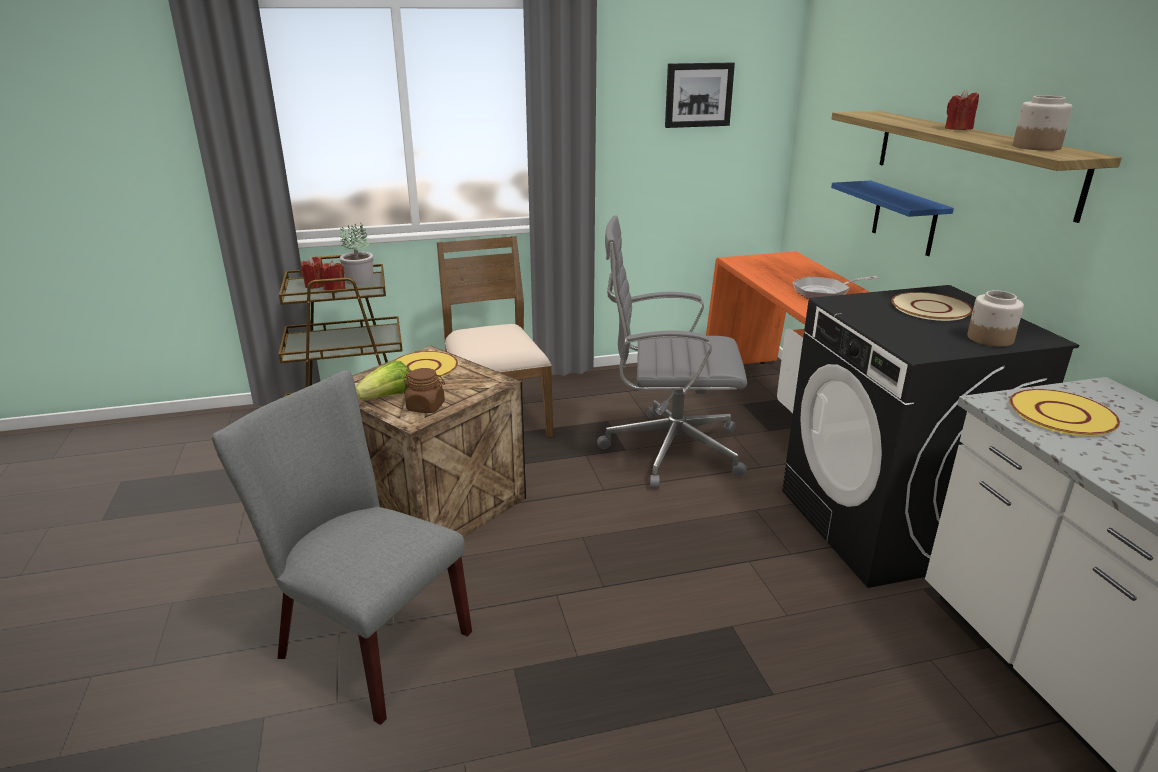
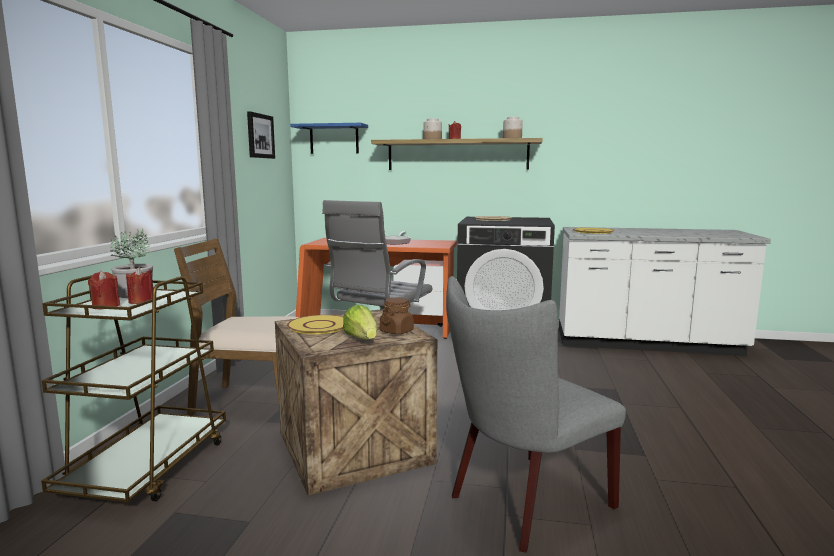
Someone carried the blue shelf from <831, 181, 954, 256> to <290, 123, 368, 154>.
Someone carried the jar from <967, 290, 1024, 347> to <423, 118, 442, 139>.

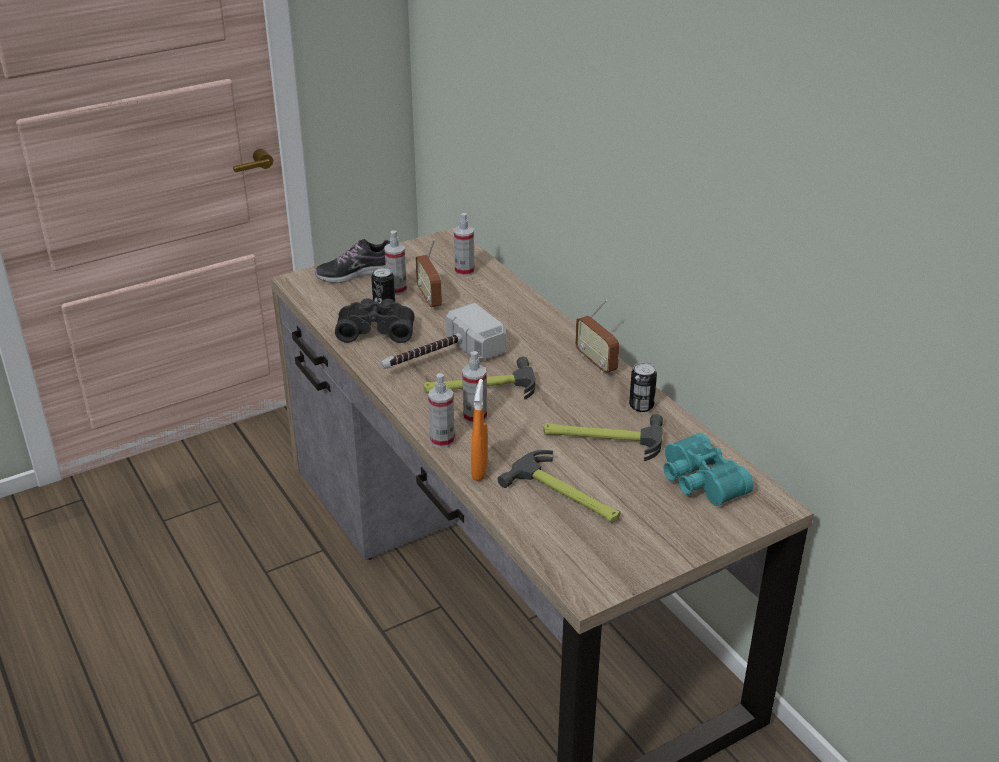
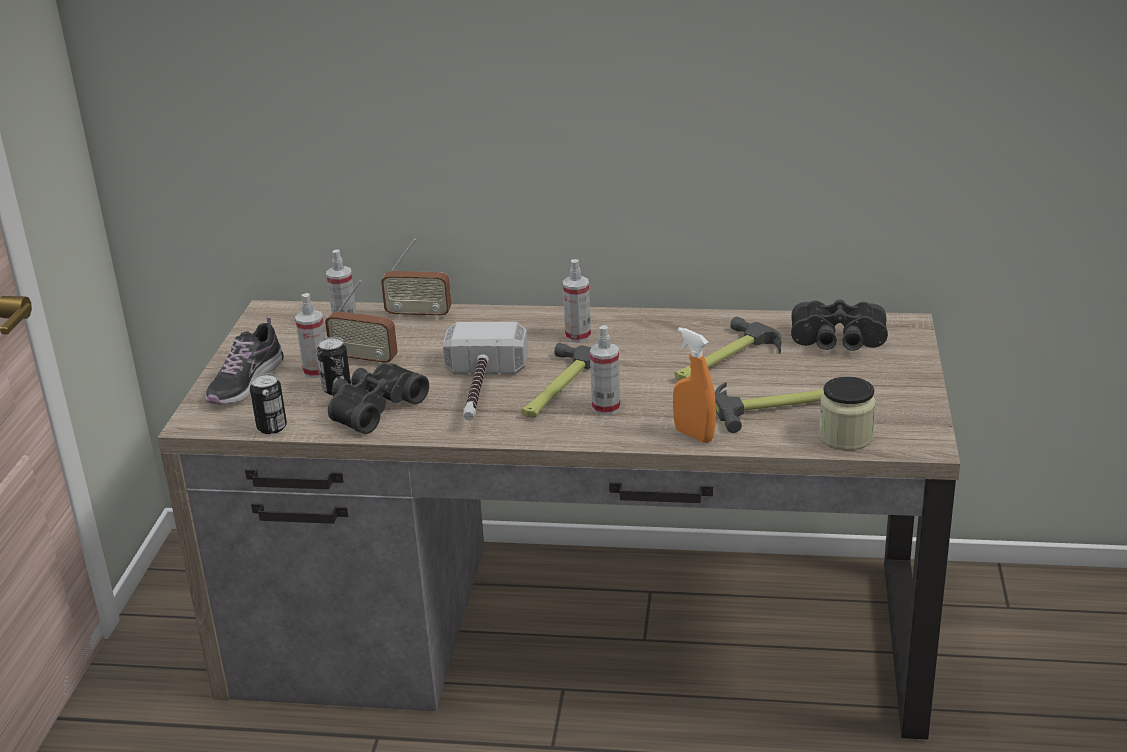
Someone put down the jar at <819, 377, 876, 450>.
Someone carried the spray bottle from <428, 373, 455, 448> to <563, 259, 591, 342>.
Someone carried the radio from <575, 299, 619, 374> to <381, 239, 451, 320>.
Someone carried the can from <629, 362, 657, 412> to <250, 374, 287, 434>.
Someone repainted the turquoise binoculars at <663, 433, 753, 506>, which became the black binoculars at <791, 300, 888, 351>.

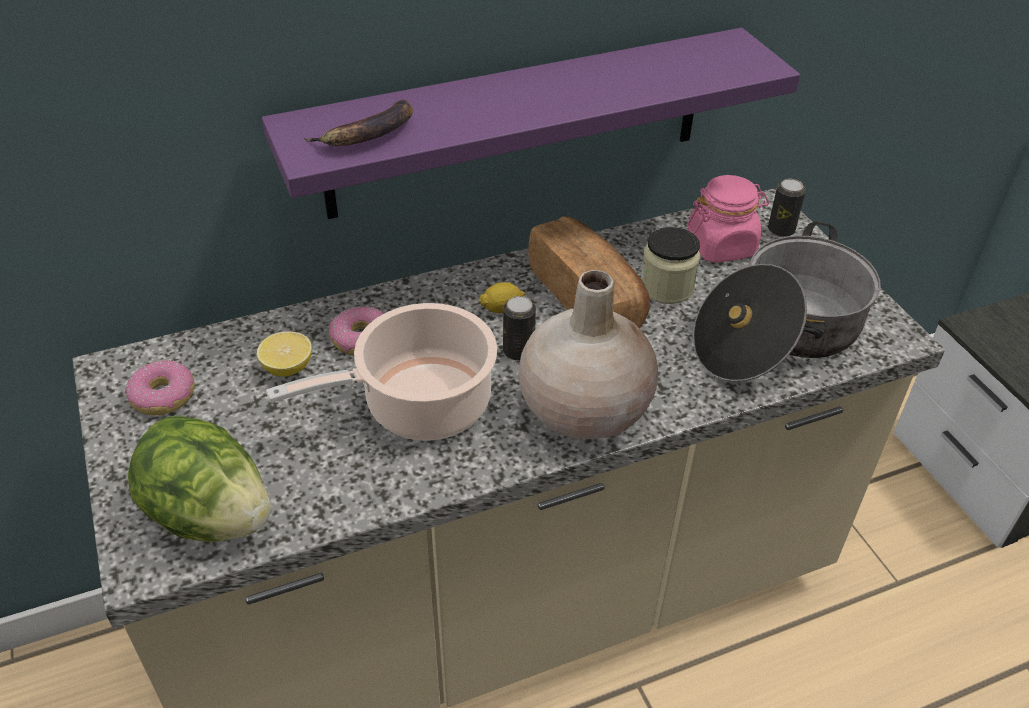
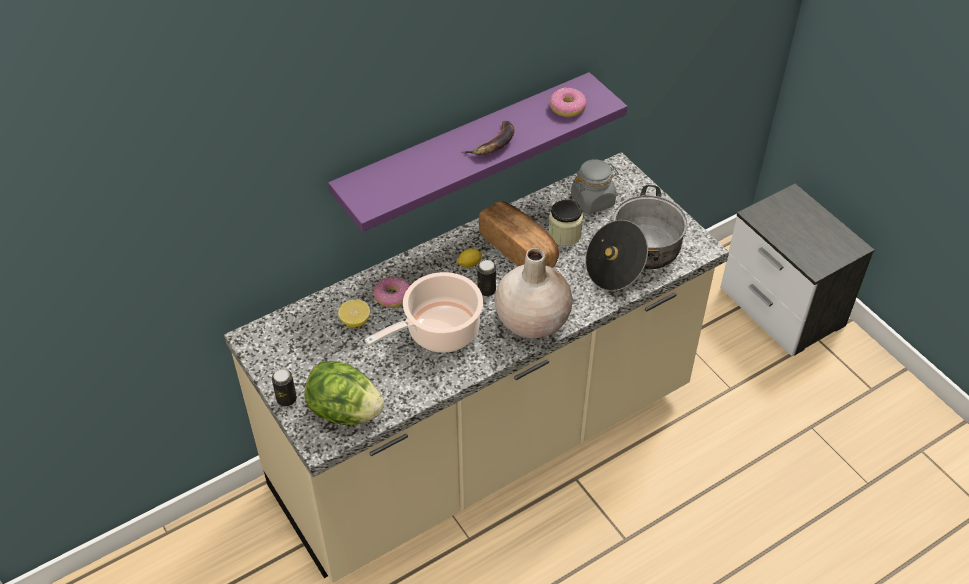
Someone carried the donut from <125, 360, 195, 416> to <550, 87, 587, 117>.
Someone carried the banana from <304, 100, 413, 146> to <462, 121, 515, 155>.
Someone carried the can from <768, 179, 806, 237> to <272, 369, 297, 407>.
Someone repainted the pink jar at <687, 175, 769, 263>, which became the grey jar at <571, 159, 619, 214>.

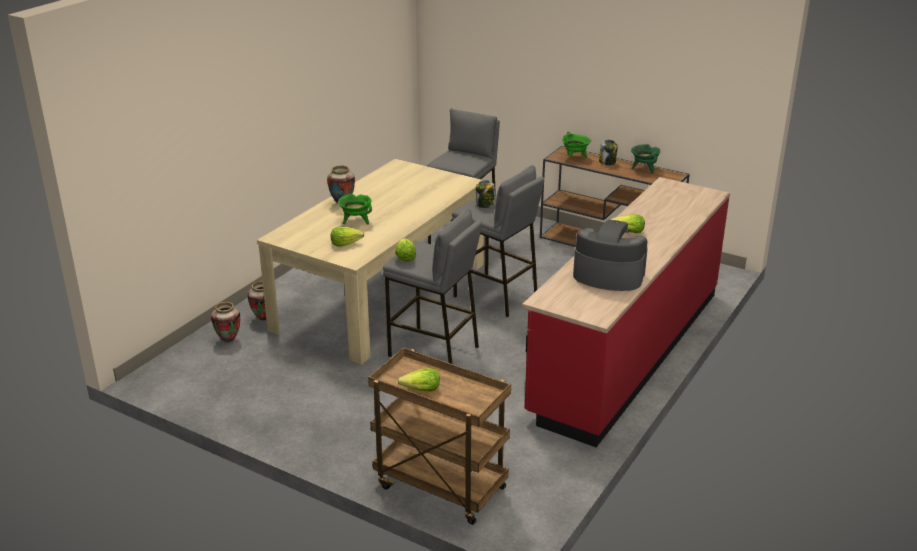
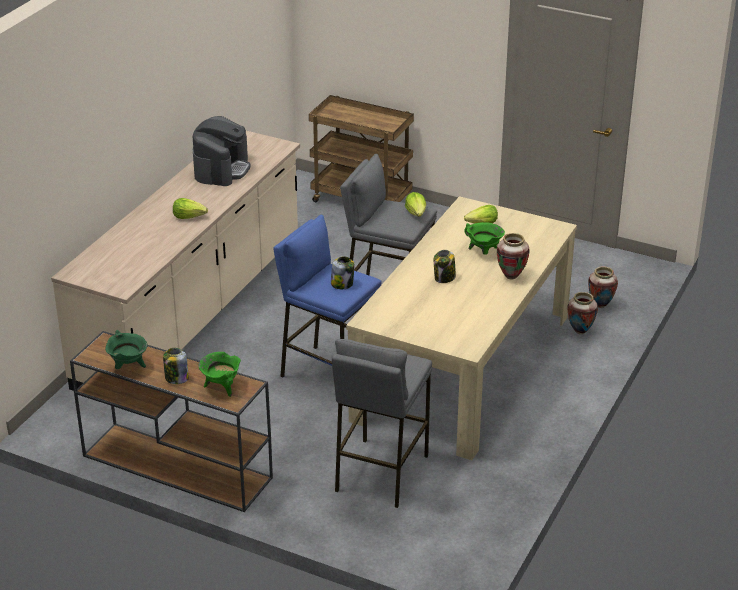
Someone took away the lettuce at <398, 368, 440, 392>.
Someone put down the jar at <434, 250, 456, 283>.
Someone repainted the grey stool at <452, 165, 544, 317>, which became the blue stool at <273, 215, 382, 378>.
Someone repainted the red counter at <522, 177, 730, 447>, which became the beige counter at <51, 131, 300, 391>.
Someone rotated the coffee machine at <573, 220, 648, 291> by 90 degrees counterclockwise.

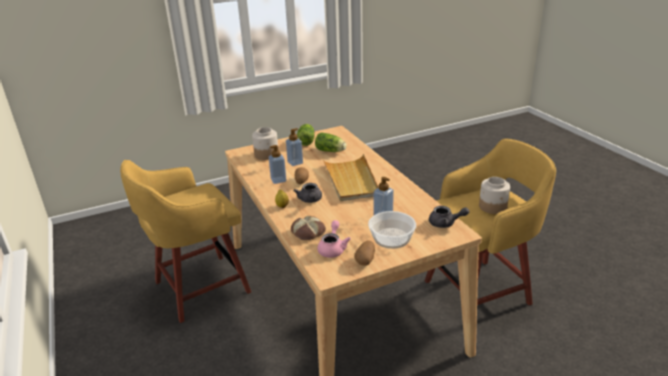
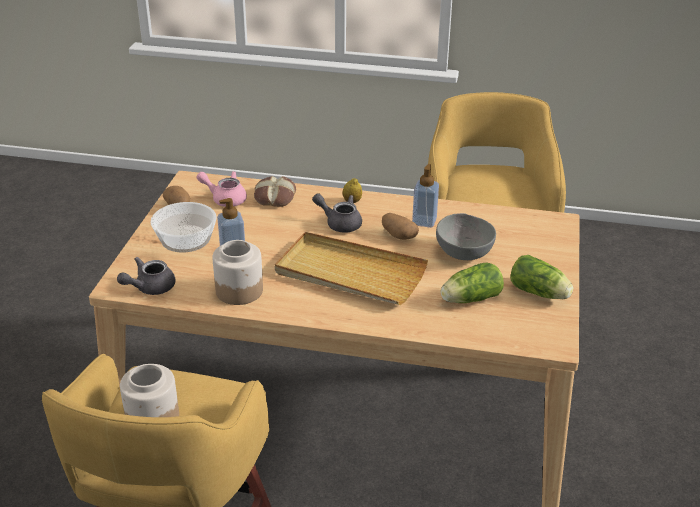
Someone carried the jar from <252, 127, 278, 160> to <212, 240, 263, 305>.
Someone swapped the soap dispenser at <286, 128, 303, 166> for the grey bowl at <436, 213, 496, 260>.
Someone rotated the pink teapot at <317, 220, 351, 258> by 150 degrees clockwise.

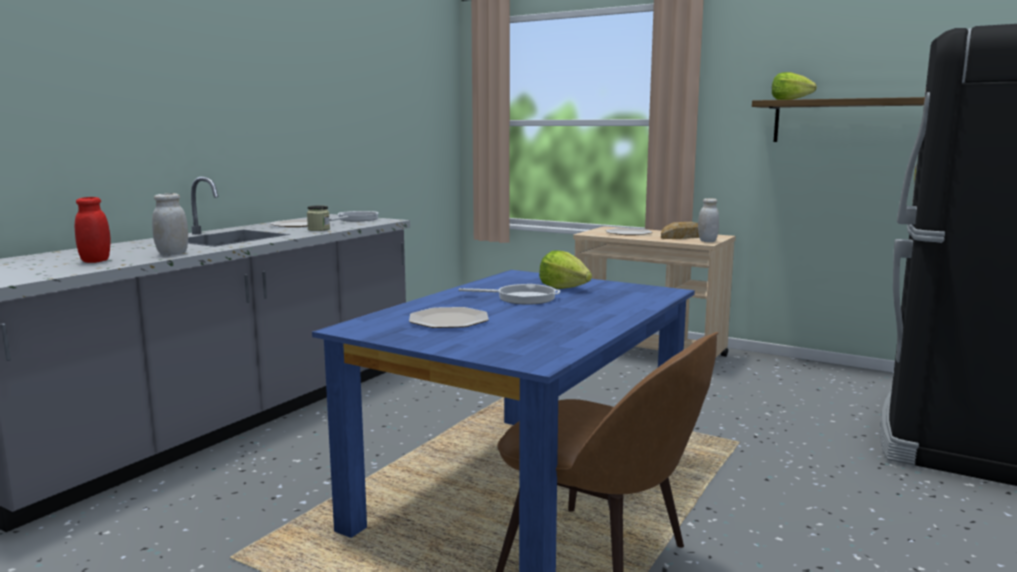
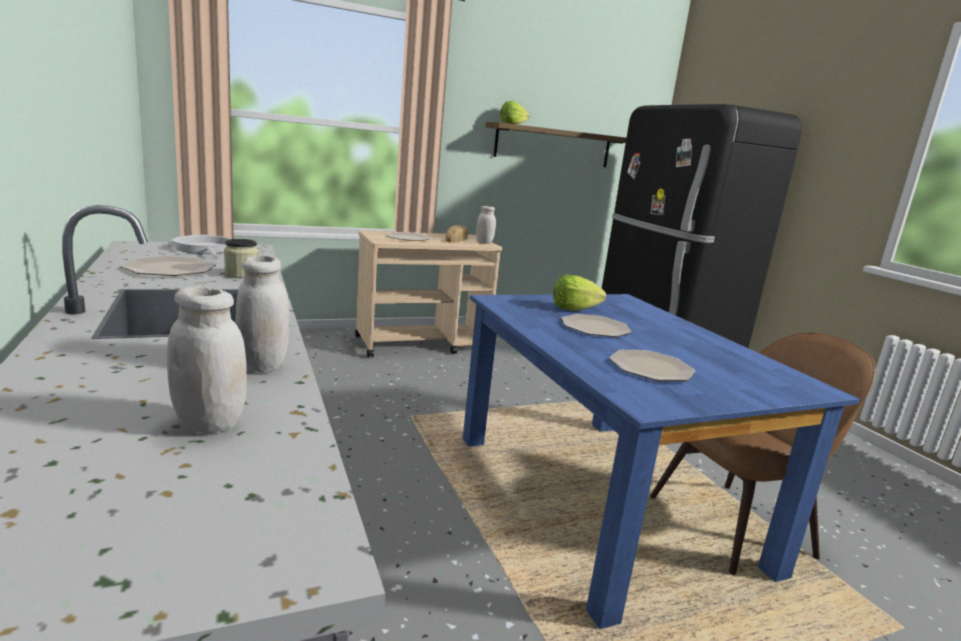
Someone swapped the frying pan at <459, 284, 560, 305> for the plate at <562, 314, 632, 337>.
Someone repainted the red jar at <75, 197, 111, 263>, which became the white jar at <167, 286, 247, 433>.

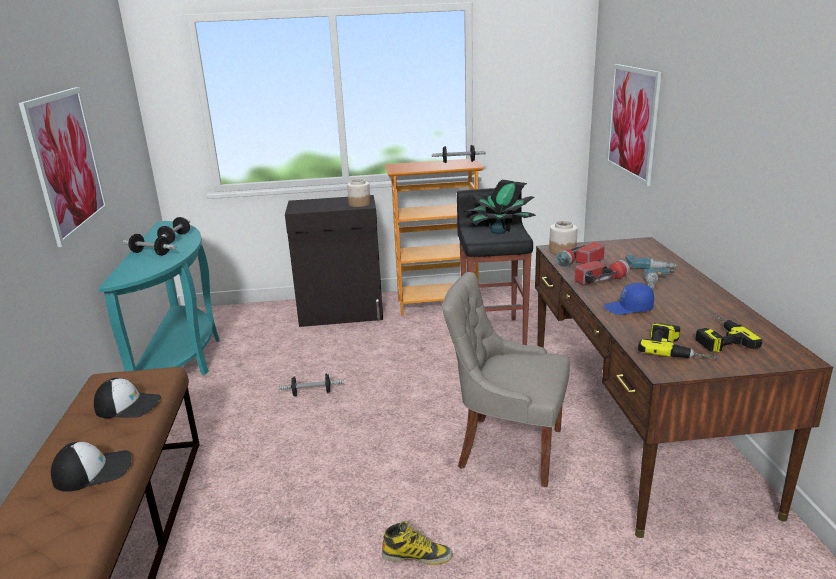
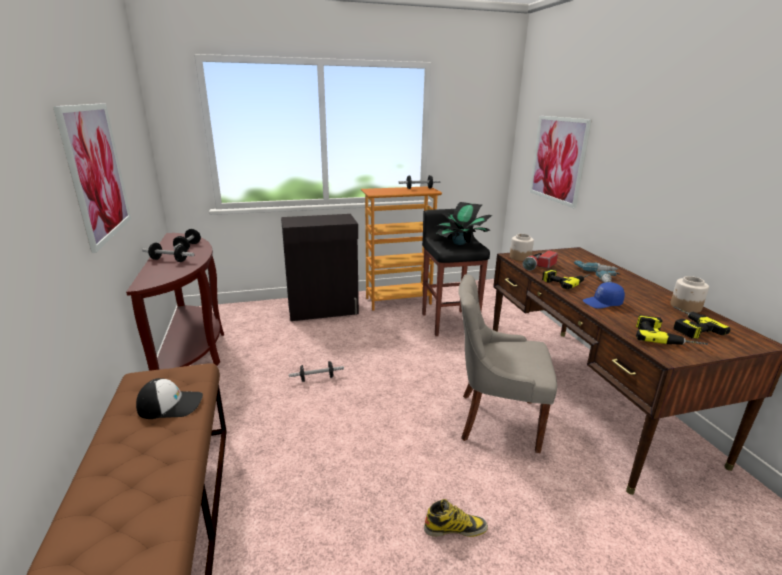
Someone took away the cap at <51, 442, 131, 492>.
Someone carried the jar from <347, 179, 371, 207> to <670, 276, 709, 313>.
Someone swapped the flashlight at <574, 260, 630, 285> for the power drill at <542, 269, 590, 290>.
Someone repainted the turquoise console table at <98, 221, 220, 375>, which became the brown console table at <126, 233, 224, 371>.

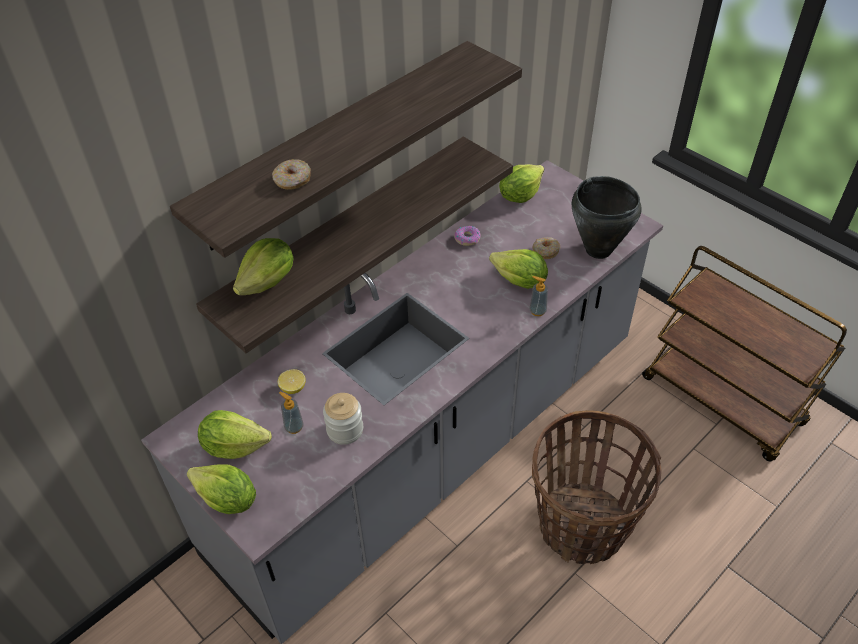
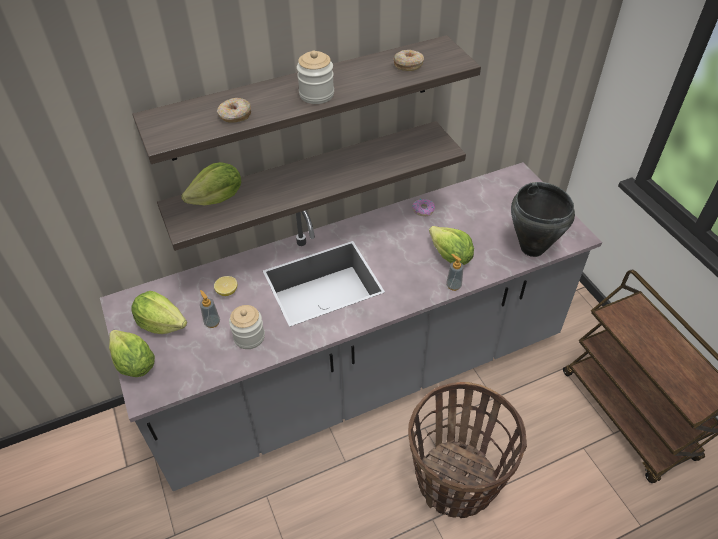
Someone took away the lettuce at <499, 164, 544, 203>.
Someone put down the jar at <297, 51, 334, 104>.
Someone carried the donut from <532, 237, 560, 259> to <393, 50, 424, 71>.

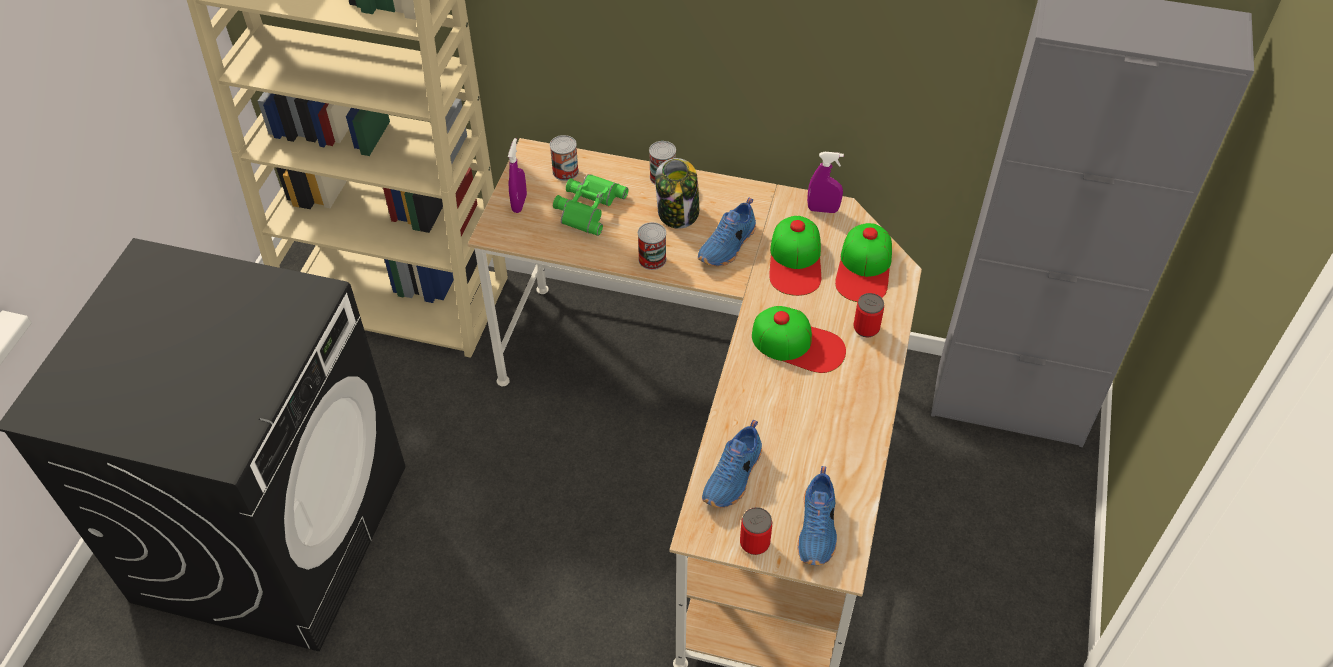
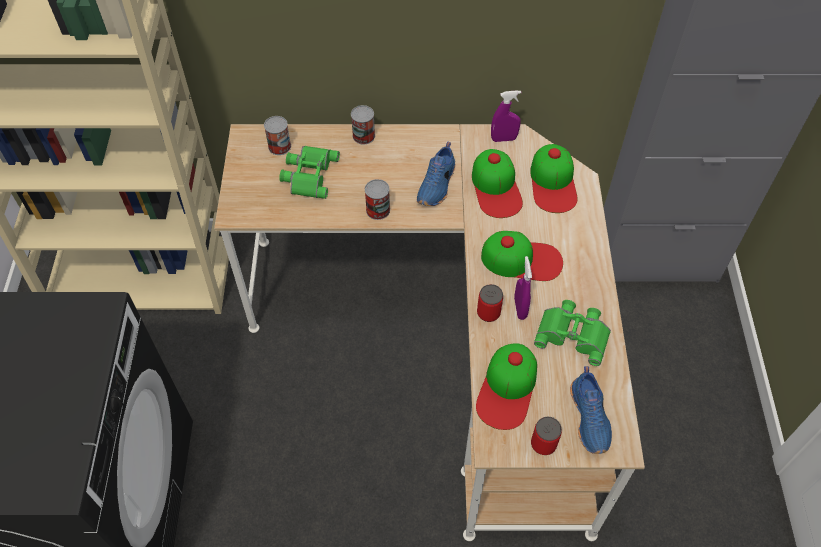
Someone took away the jar at <655, 158, 699, 229>.
Someone put down the green binoculars at <534, 300, 611, 366>.
Someone carried the purple spray bottle from <508, 138, 527, 213> to <514, 256, 532, 320>.
Someone carried the can from <853, 293, 884, 337> to <477, 284, 503, 322>.
Someone swapped the blue shoe at <702, 420, 762, 508> for the cap at <476, 343, 537, 430>.

